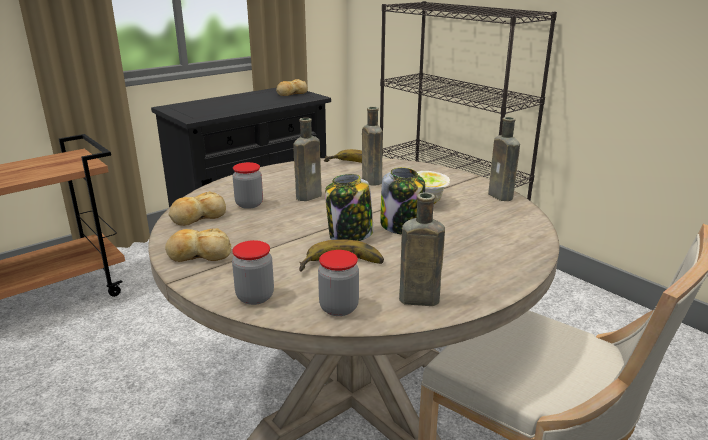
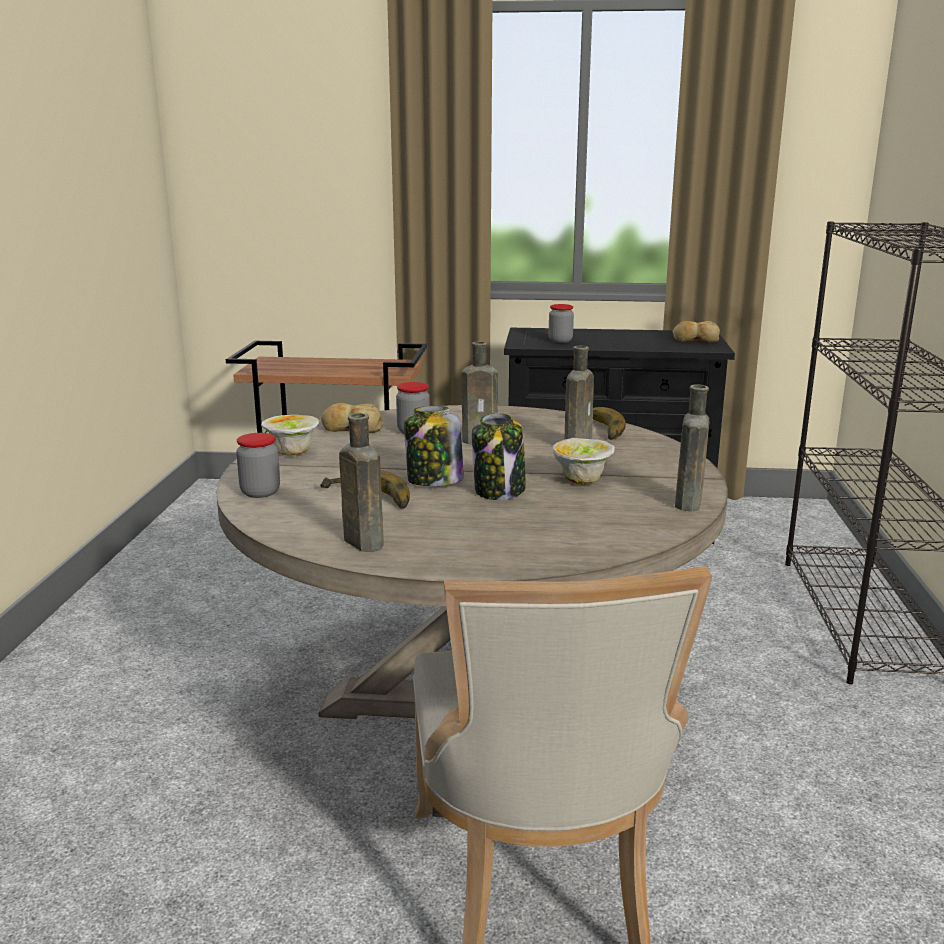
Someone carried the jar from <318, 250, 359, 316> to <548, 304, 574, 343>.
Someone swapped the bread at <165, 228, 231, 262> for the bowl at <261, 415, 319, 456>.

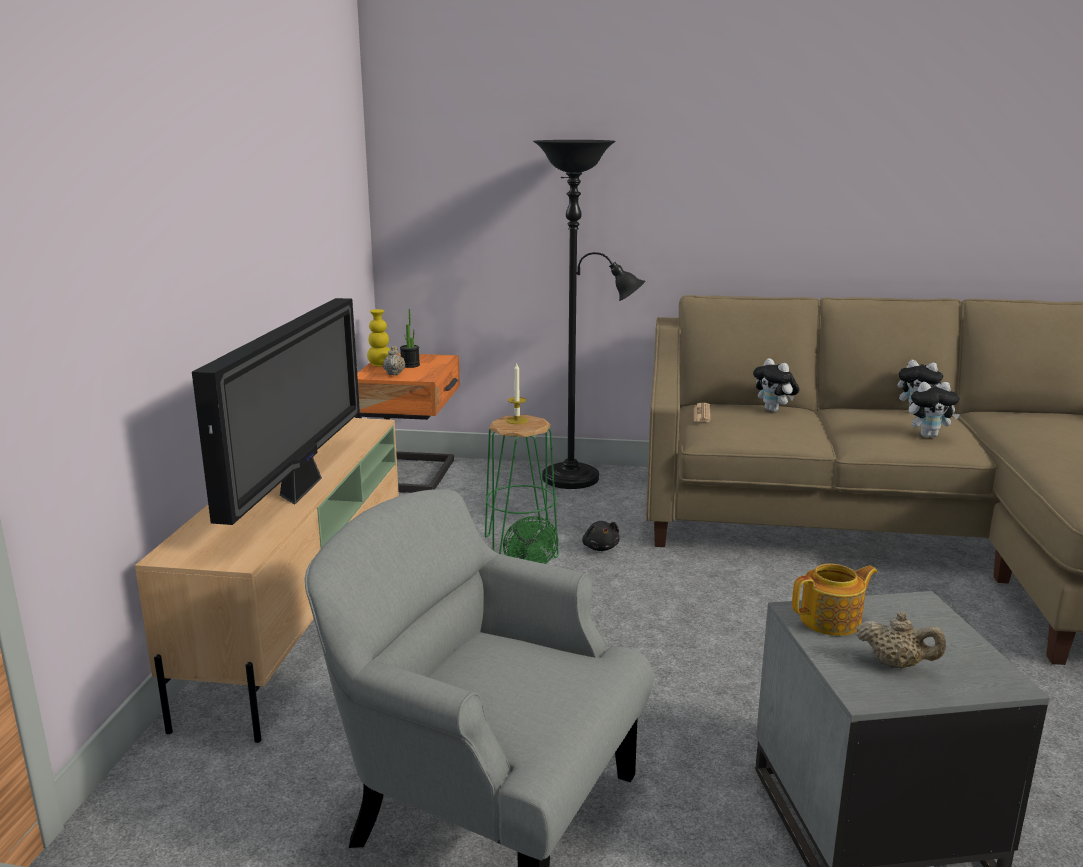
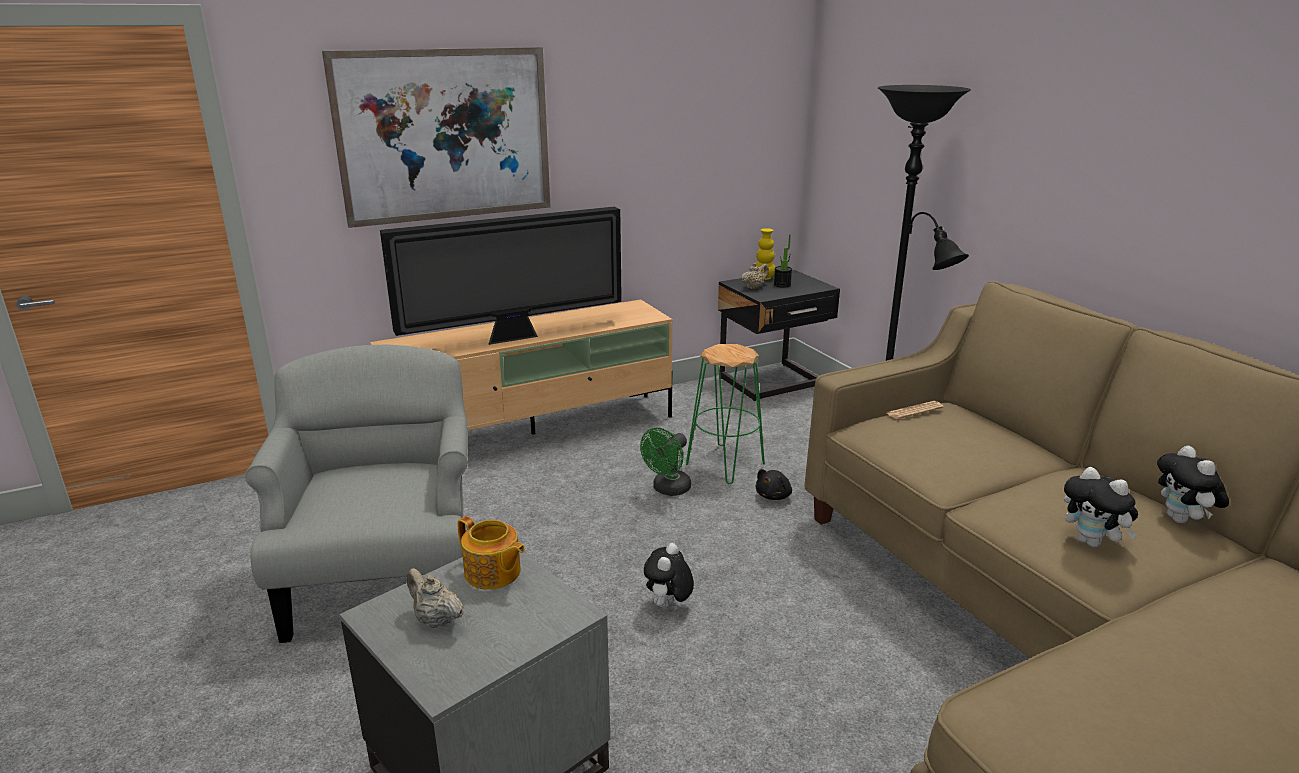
Someone took away the candle at <506, 364, 528, 424>.
Someone put up the picture at <322, 47, 551, 228>.
Someone carried the plush toy from <753, 358, 800, 412> to <644, 543, 694, 608>.
Someone repainted the orange nightstand at <355, 353, 460, 493>, which became the black nightstand at <718, 270, 840, 401>.
Someone rotated the beige teapot at <857, 611, 946, 668> by 135 degrees clockwise.

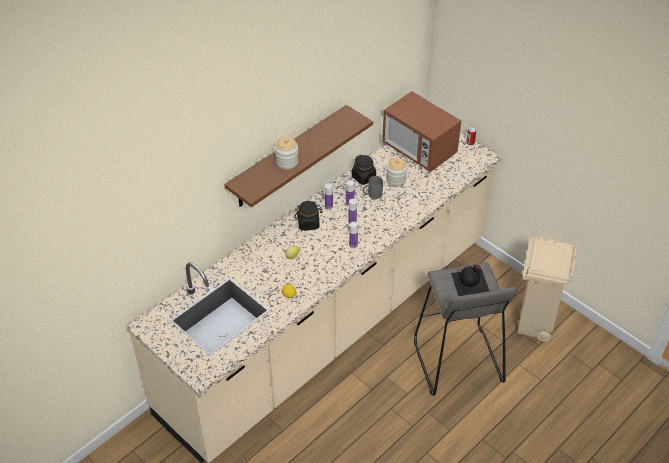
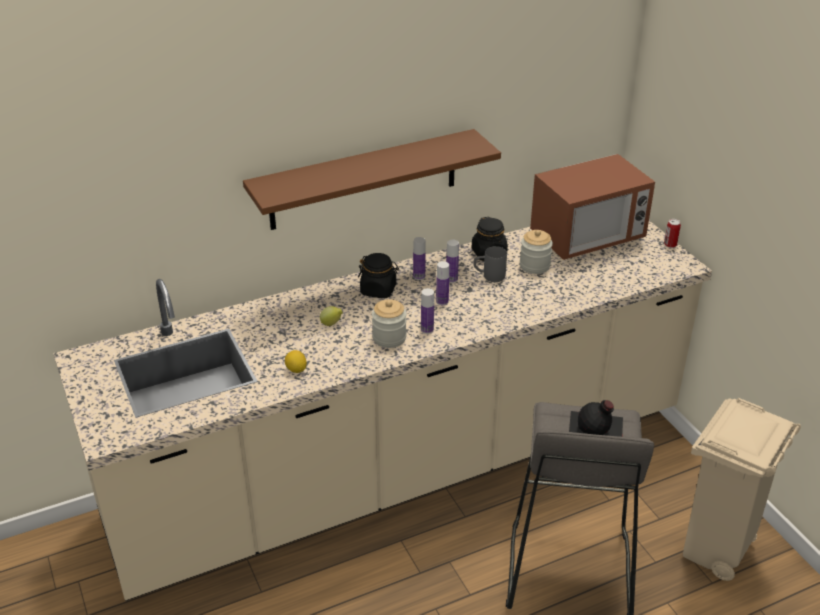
Someone carried the jar from <275, 137, 299, 169> to <372, 299, 407, 348>.
Someone rotated the microwave at <382, 91, 461, 172> by 90 degrees counterclockwise.

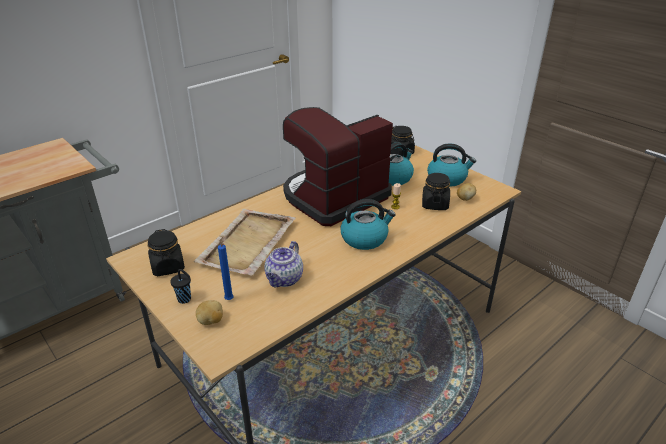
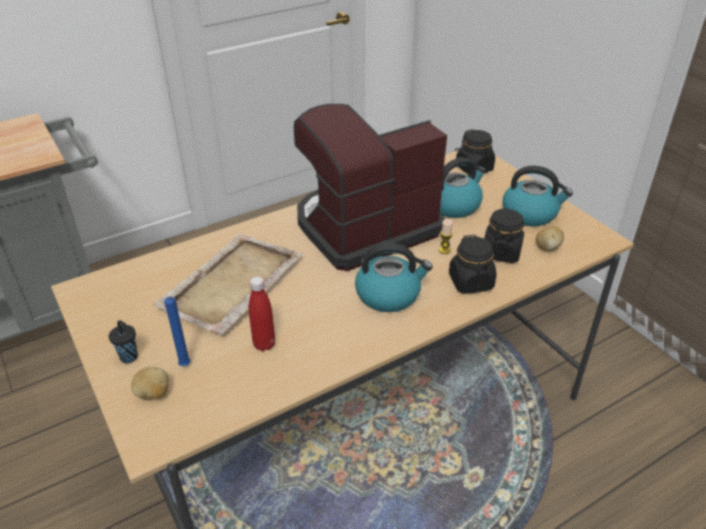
Someone carried the black jar from <148, 229, 185, 276> to <449, 235, 496, 294>.
Someone swapped the teapot at <264, 241, 303, 287> for the red bottle at <249, 276, 275, 351>.

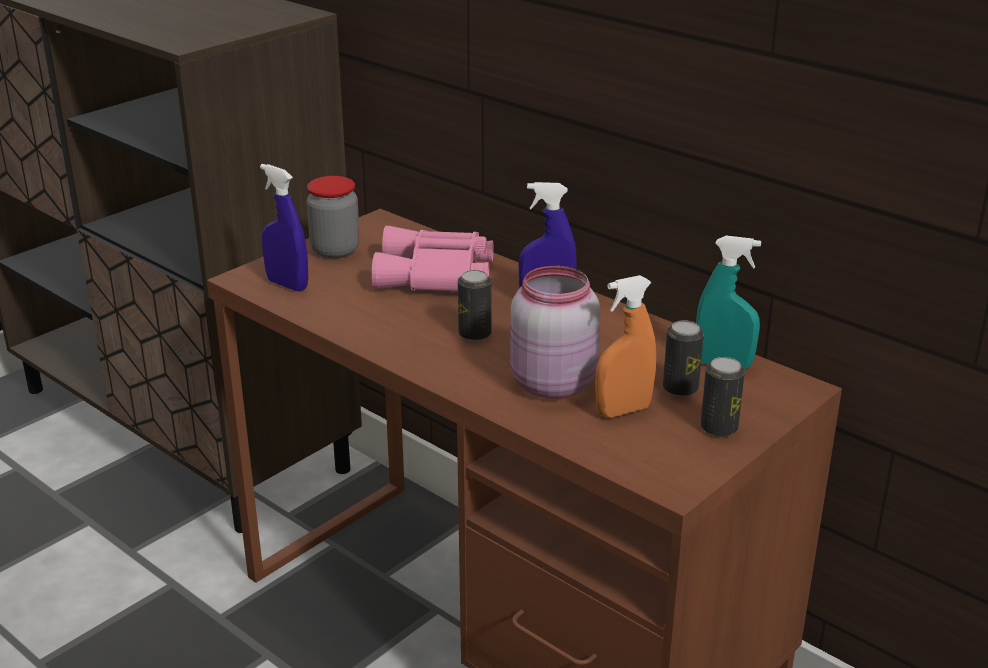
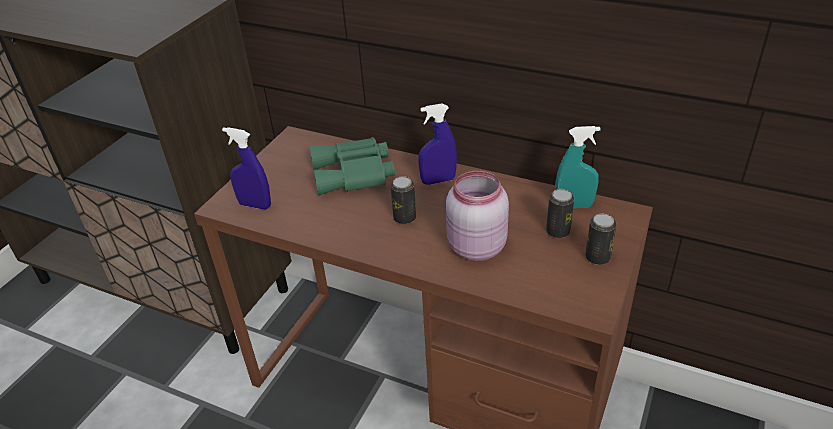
Someone took away the jar at <307, 176, 360, 258>.
Someone took away the orange spray bottle at <595, 275, 656, 418>.
Someone repainted the pink binoculars at <372, 226, 494, 291>, which became the green binoculars at <310, 137, 395, 195>.

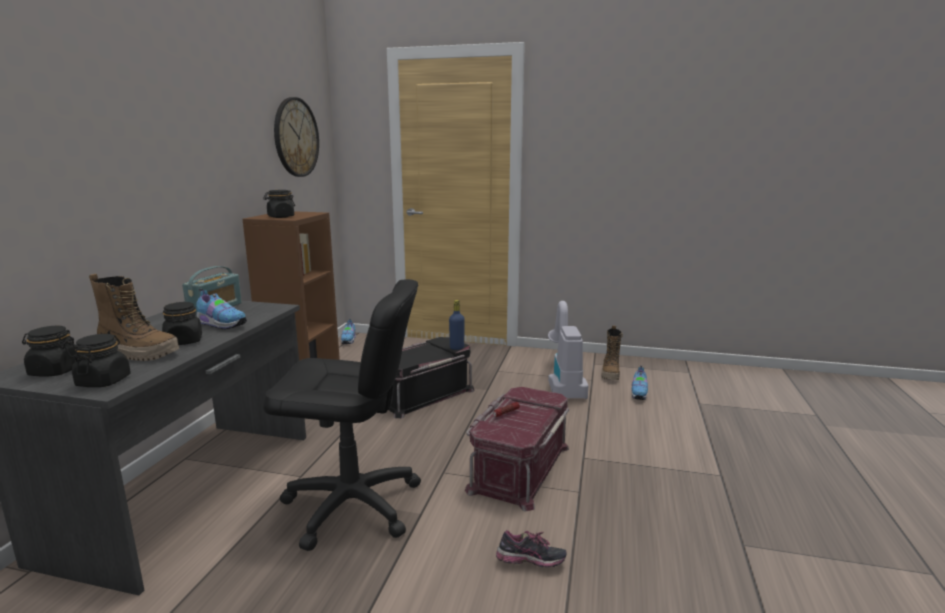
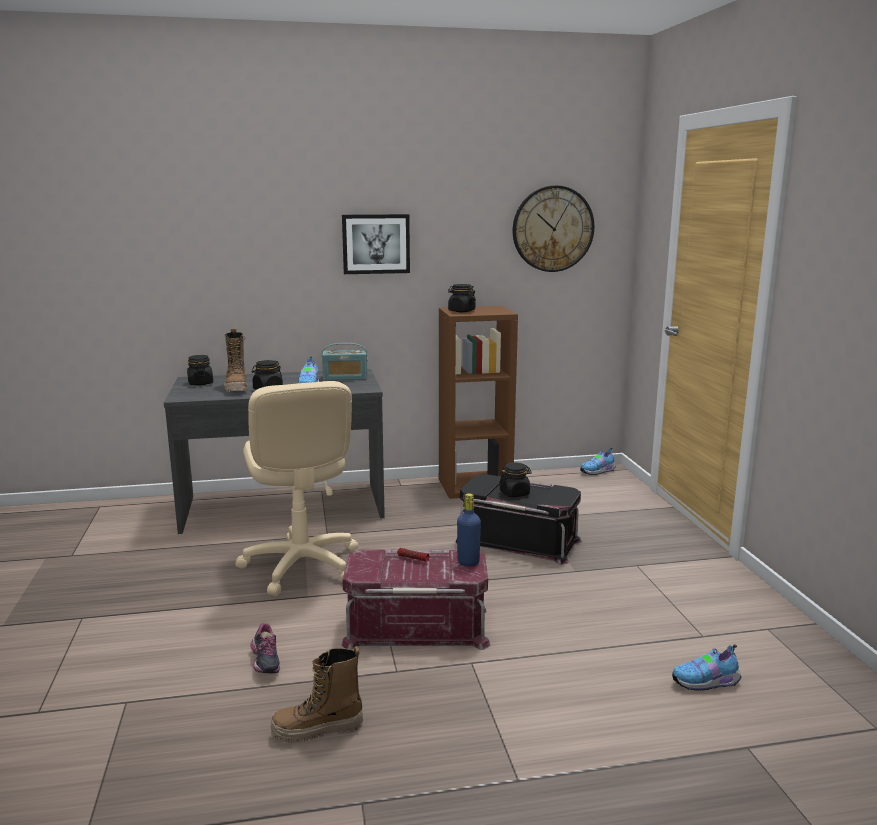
Someone took away the vacuum cleaner at <548, 301, 588, 399>.
Someone put up the picture at <342, 214, 410, 274>.
Someone carried the black jar from <72, 334, 131, 387> to <499, 462, 532, 497>.
Someone carried the blue bottle from <449, 300, 465, 350> to <457, 493, 481, 567>.
Someone carried the boot from <602, 325, 623, 380> to <271, 646, 363, 743>.
Someone repainted the black office chair at <263, 279, 421, 551>, which became the beige office chair at <235, 381, 359, 596>.

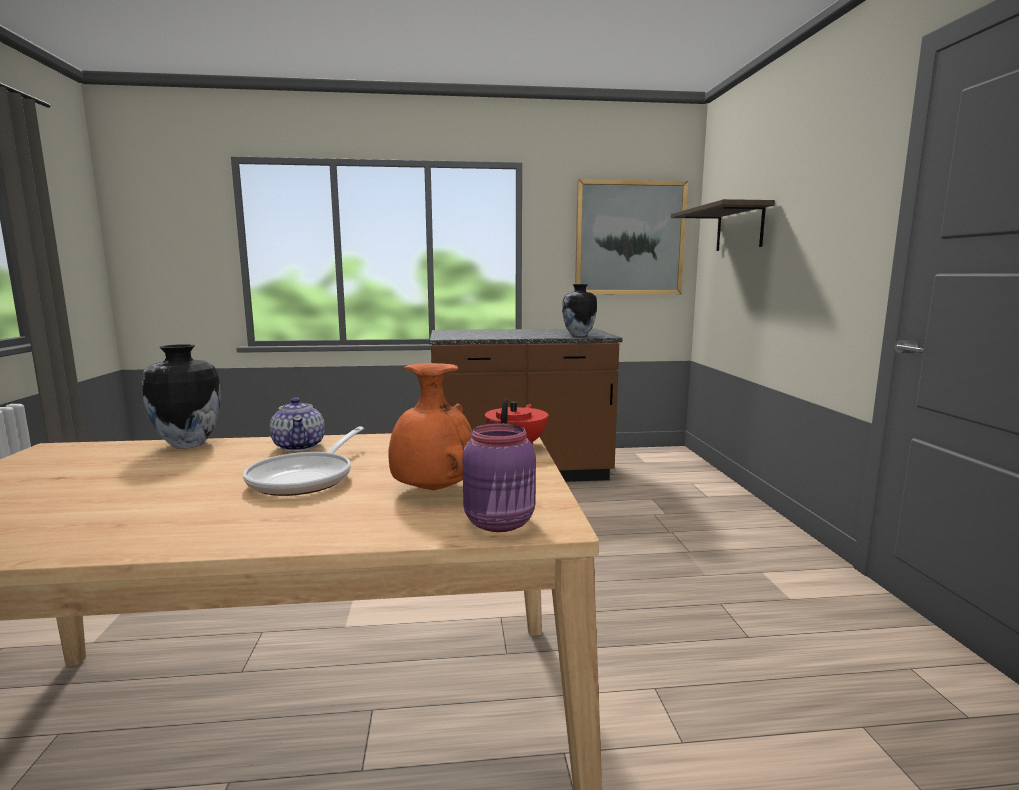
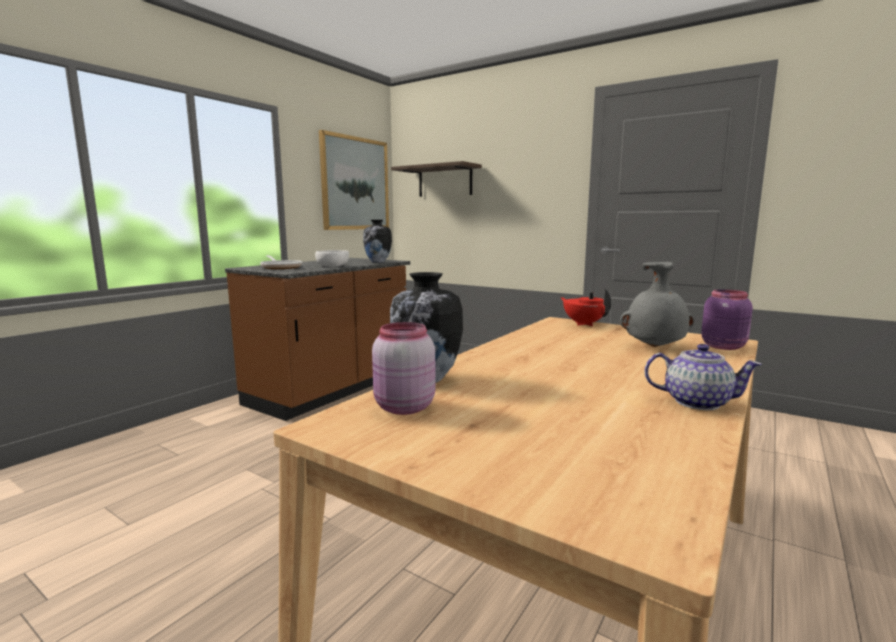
Someone put down the white bowl at <315, 250, 349, 267>.
Someone put down the pink jar at <372, 322, 436, 415>.
Someone carried the frying pan from <243, 427, 364, 496> to <260, 255, 302, 269>.
Someone carried the teapot from <270, 397, 325, 452> to <644, 344, 762, 410>.
Someone repainted the orange vase at <388, 363, 473, 490>, which became the grey vase at <620, 262, 694, 347>.

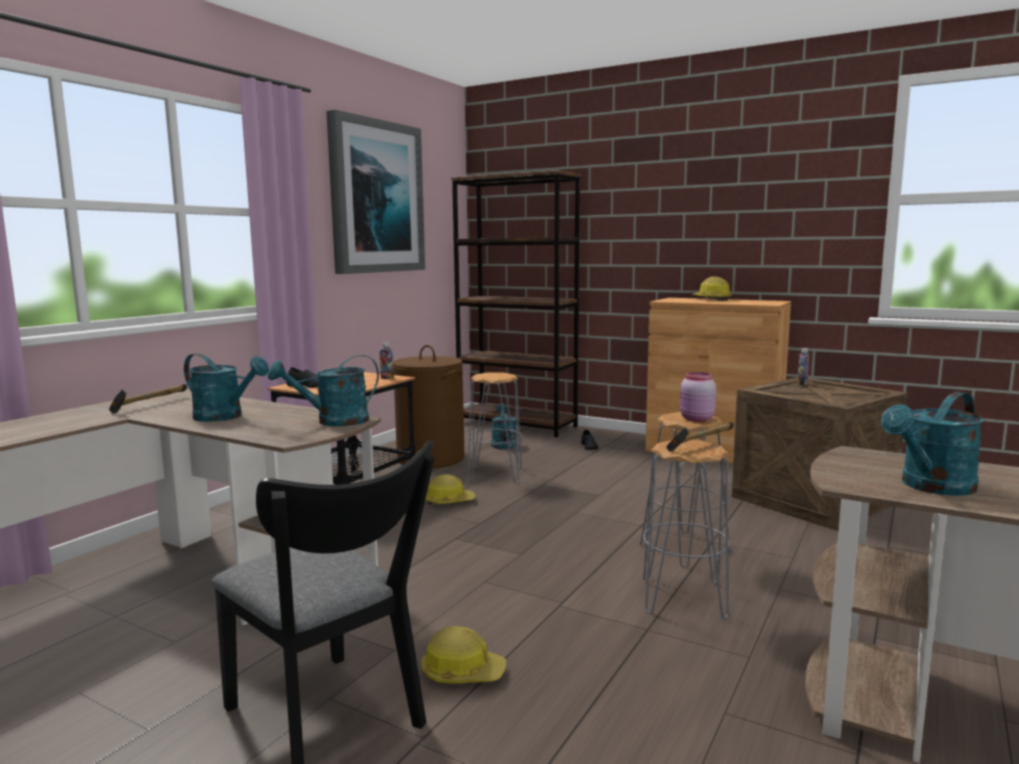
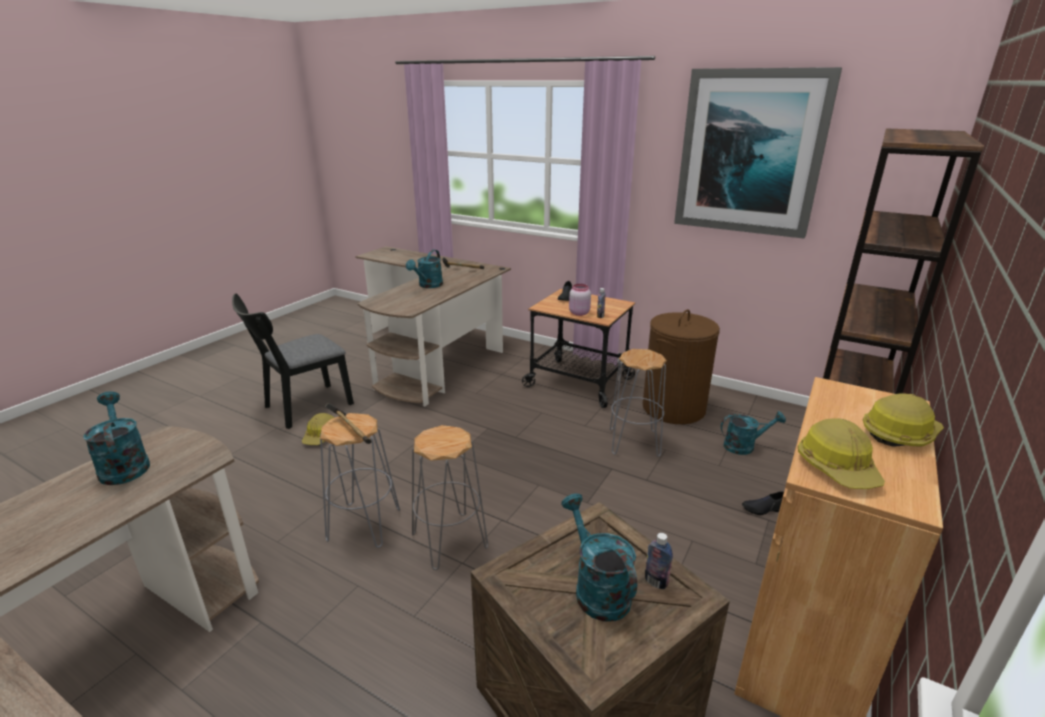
Someone carried the turquoise watering can from <268, 355, 379, 426> to <561, 494, 637, 621>.
Someone carried the hard hat from <425, 475, 475, 505> to <798, 418, 885, 489>.
Someone carried the pink jar from <680, 372, 716, 422> to <569, 284, 591, 316>.

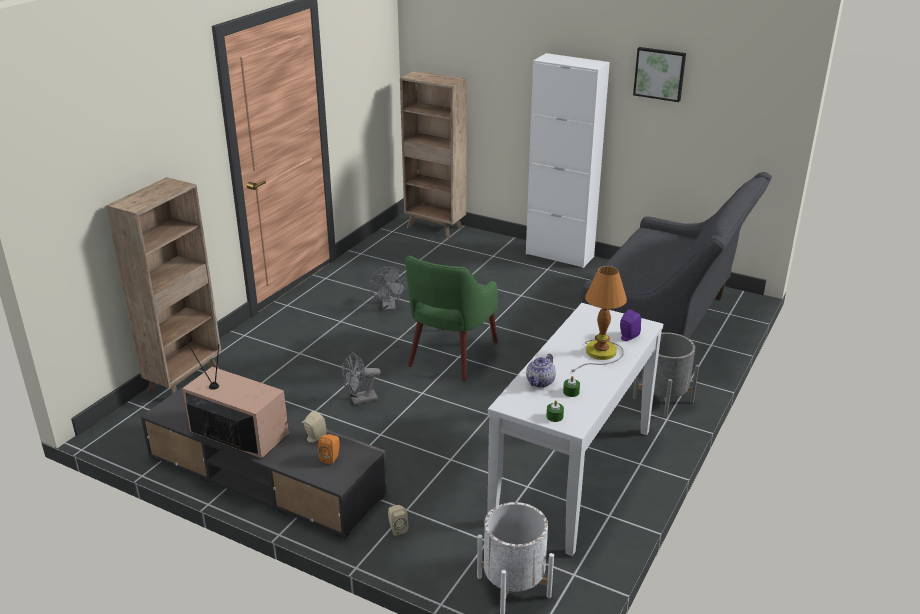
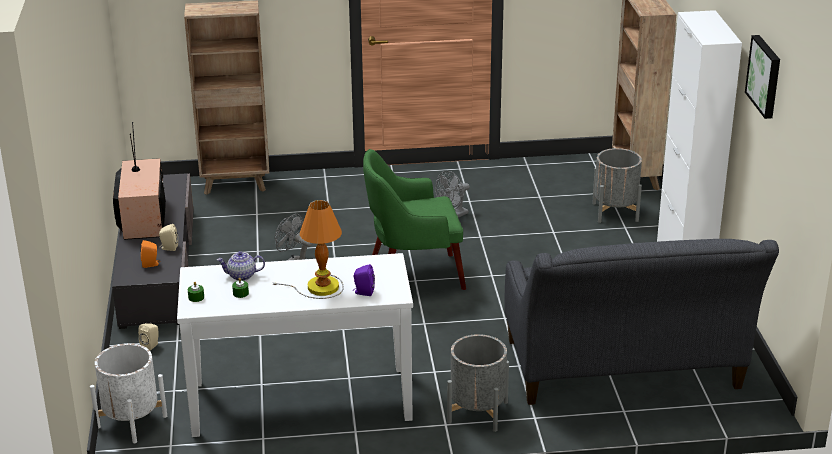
Someone put down the grey planter at <592, 148, 642, 223>.

